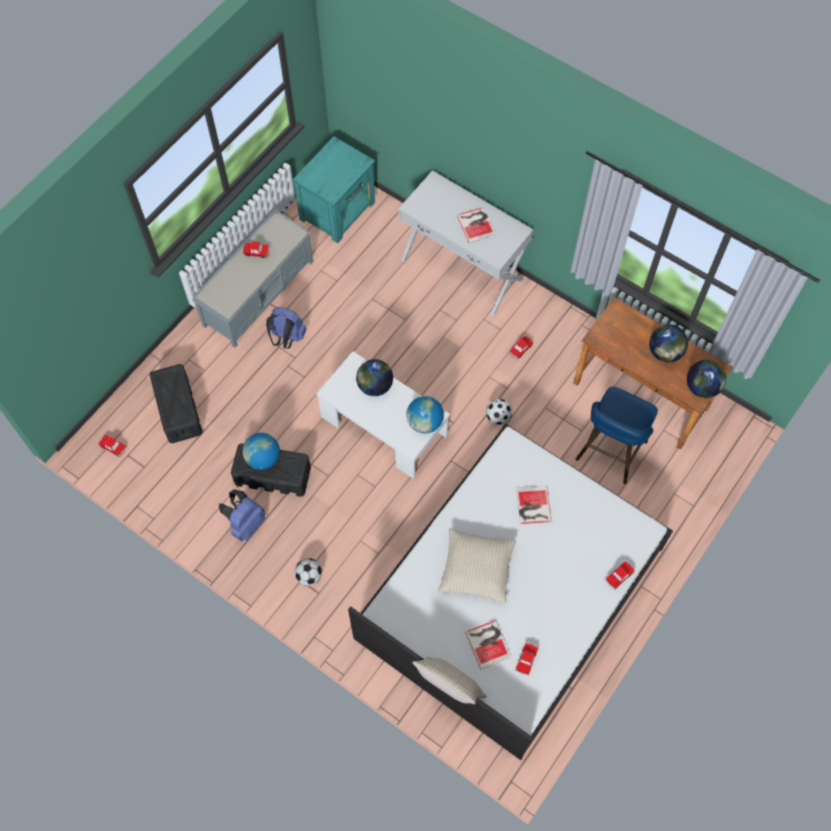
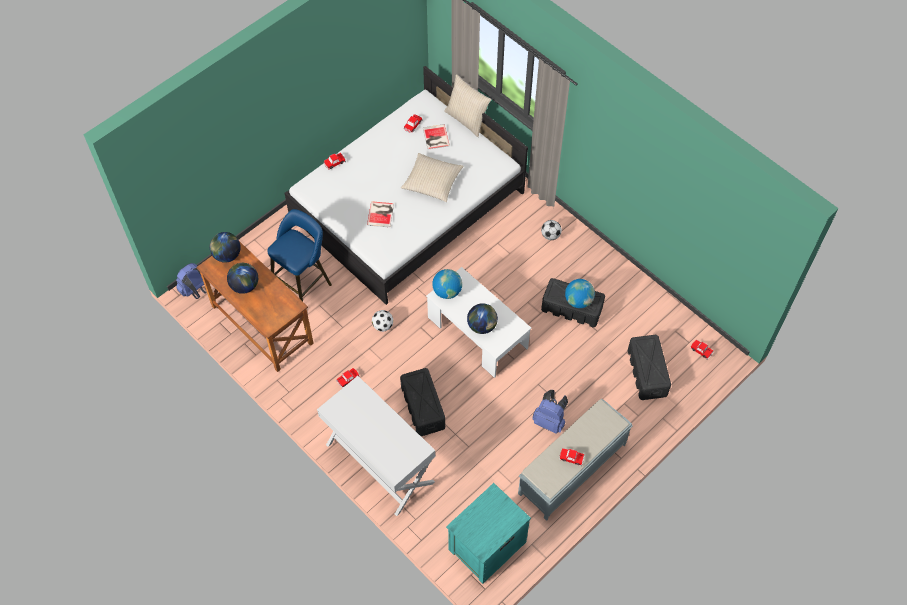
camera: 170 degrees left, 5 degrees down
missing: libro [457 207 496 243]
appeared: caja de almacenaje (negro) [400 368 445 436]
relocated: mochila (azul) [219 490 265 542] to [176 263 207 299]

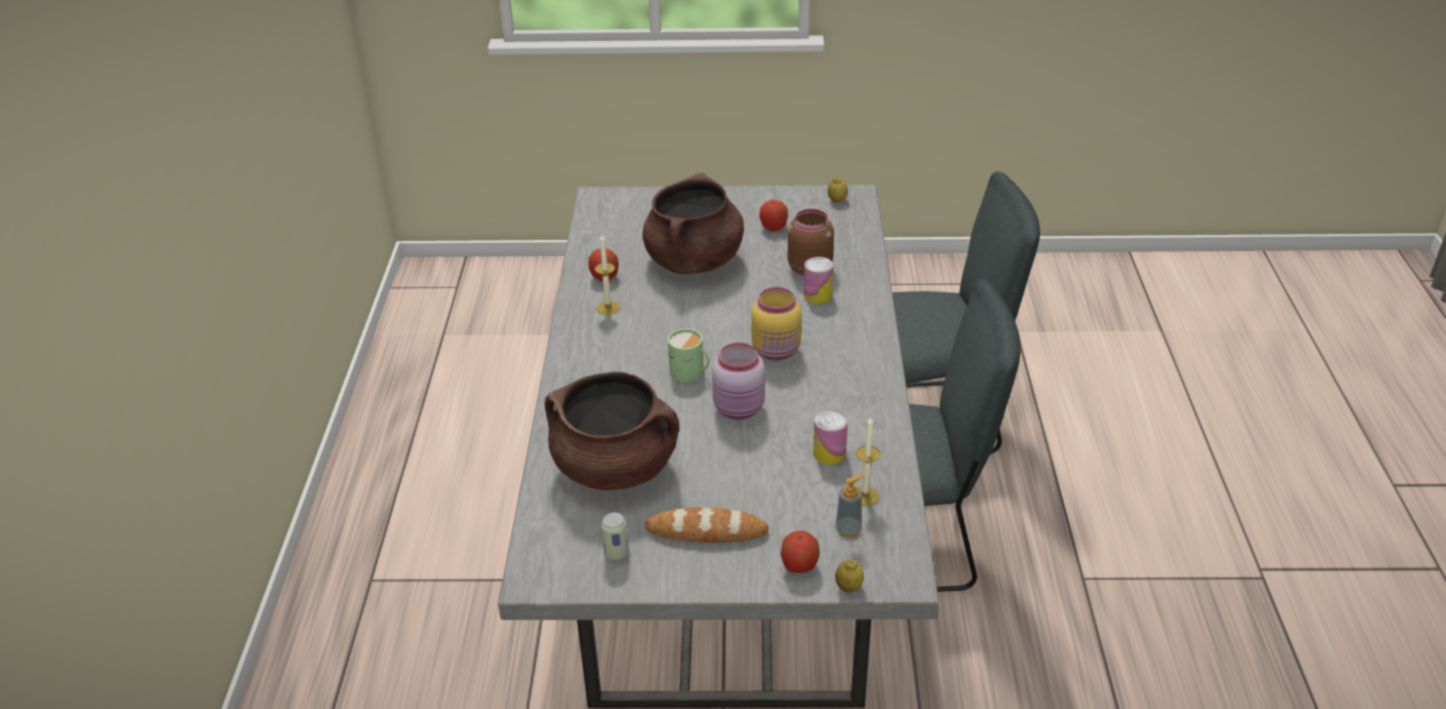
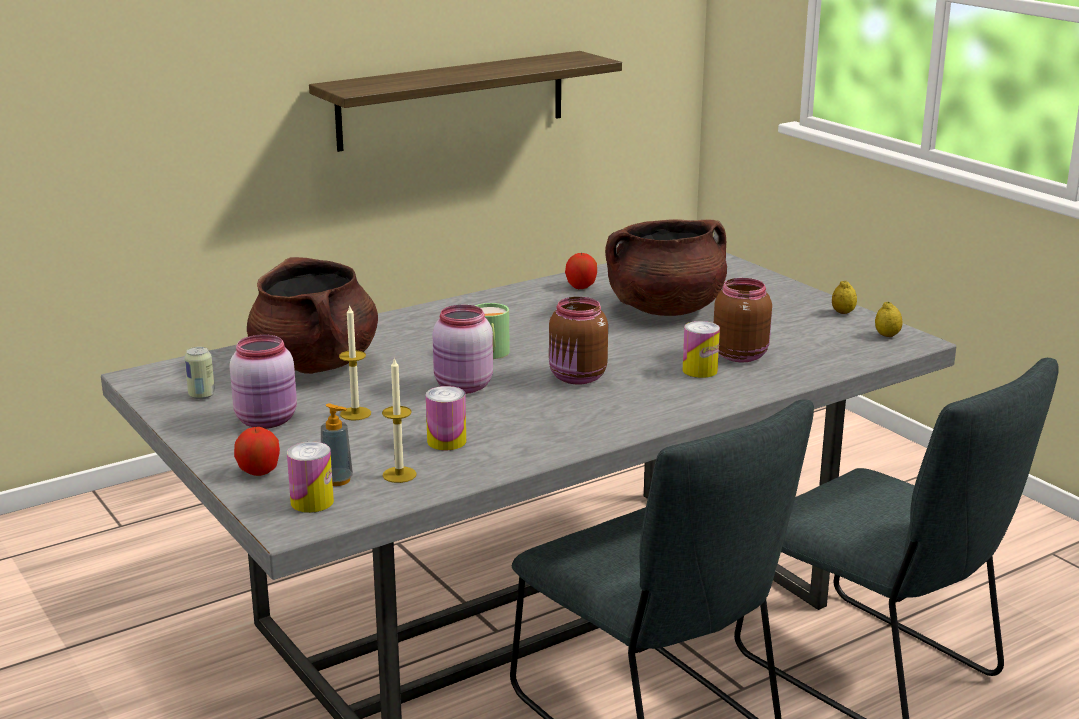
camera: 55 degrees right, 15 degrees down
missing: manzana [760 200 788 231]
appeared: lata [287 442 334 513]; estante [309 51 622 152]
relocated: vela [595 234 620 315] to [339 304 371 420]; limón [835 559 864 593] to [832 281 857 314]
exchanged: pan [645 507 769 543] to tarro (rosa) [230 334 297 429]
colour: tarro (amarillo) [752 287 801 360] to tarro (marrón) [549 297 608 384]

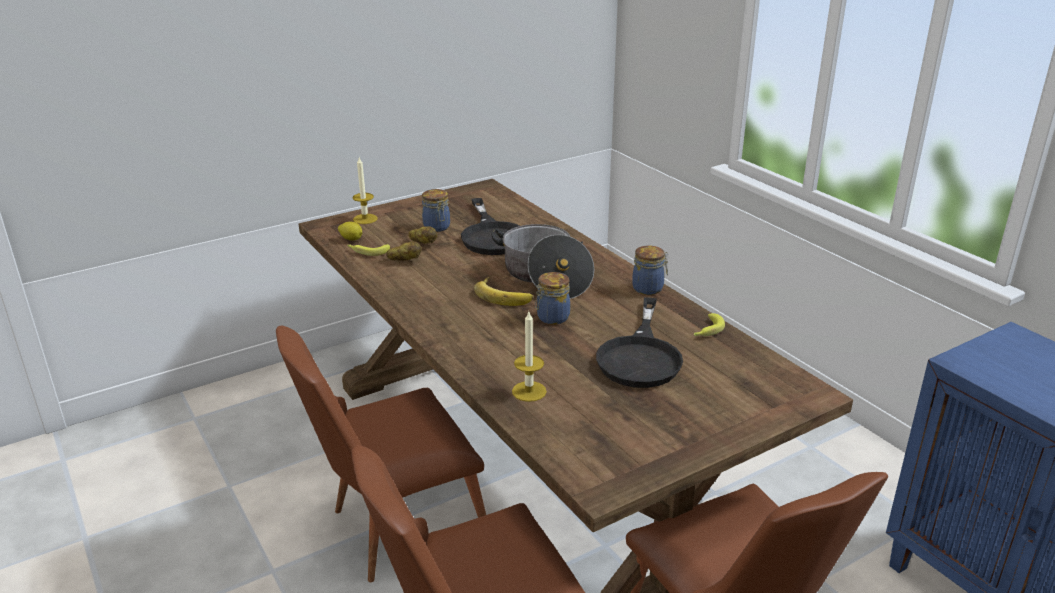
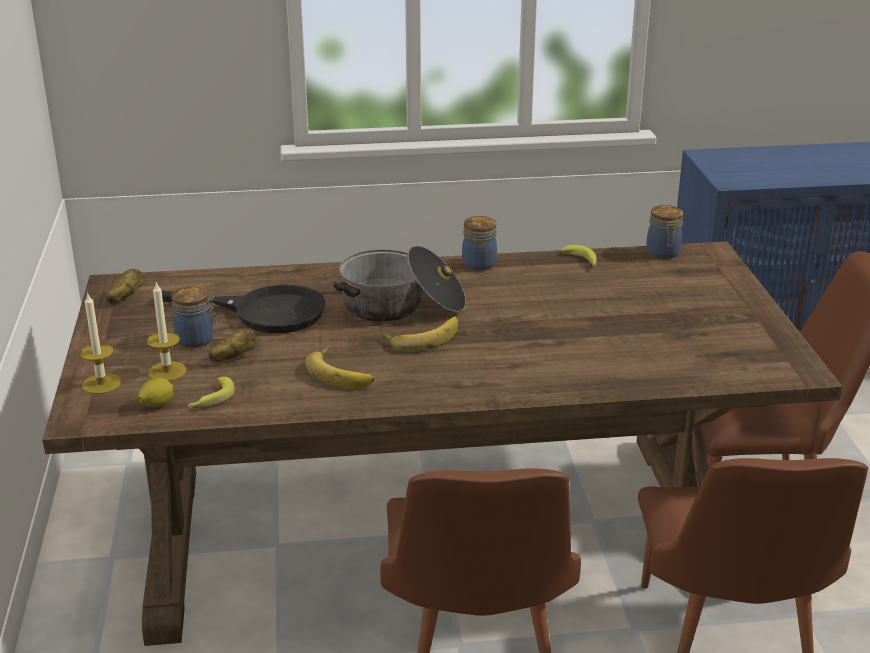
camera: 65 degrees left, 0 degrees up
missing: sartén (negro) [596 297 683 388]
appeared: plátano [305 346 374 389]
relocated: patata [387 241 422 261] to [106 269 144 304]; vela [512 312 547 402] to [147 282 186 381]; tarro [535 272 570 325] to [646 205 683 259]

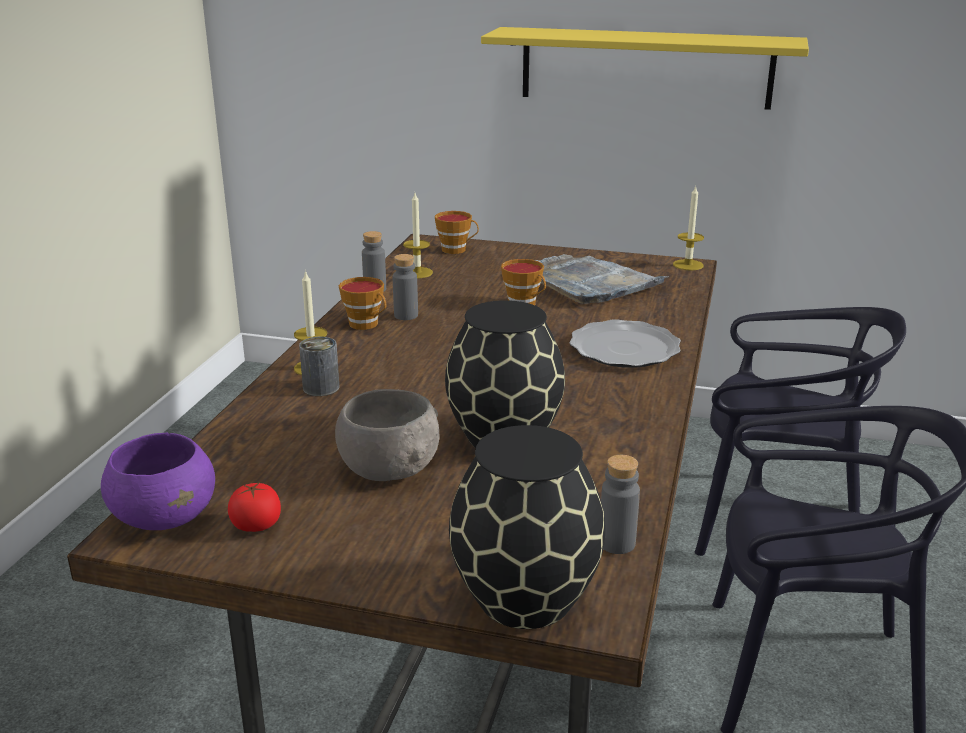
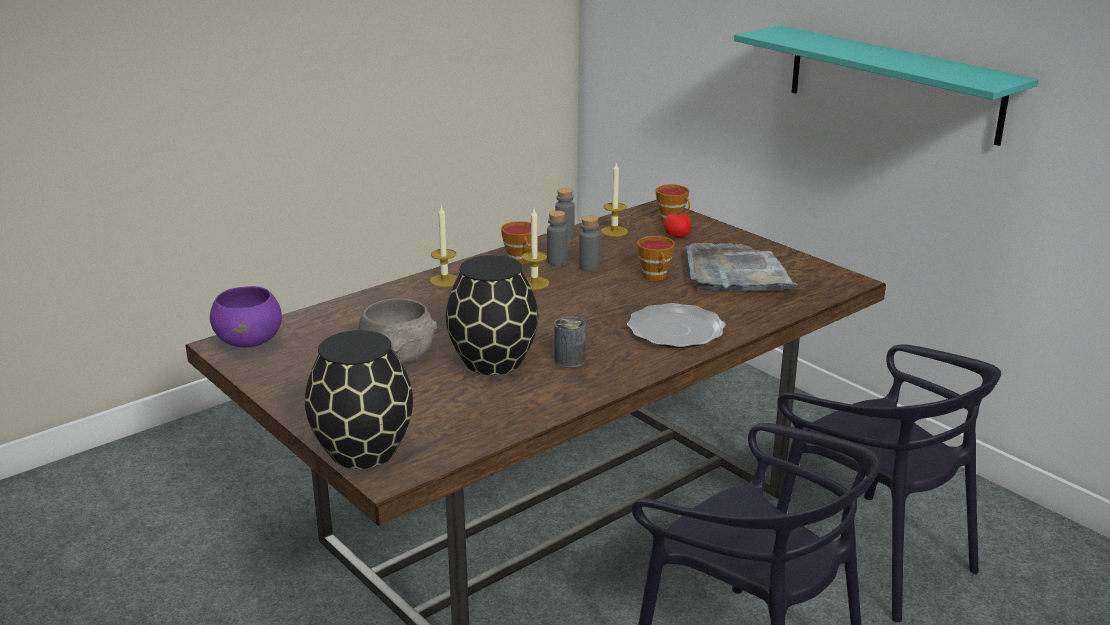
camera: 35 degrees right, 0 degrees up
relocated: tomate [228 481 281 532] to [664 212 692 237]; lata [299 337 340 396] to [554 317 586 368]; botella (gris) [601 455 640 554] to [579 216 600 271]; vela [673 186 704 271] to [522 209 549 290]
colour: estante (amarillo) [481 27 809 110] to estante (turquesa) [734 25 1039 146]

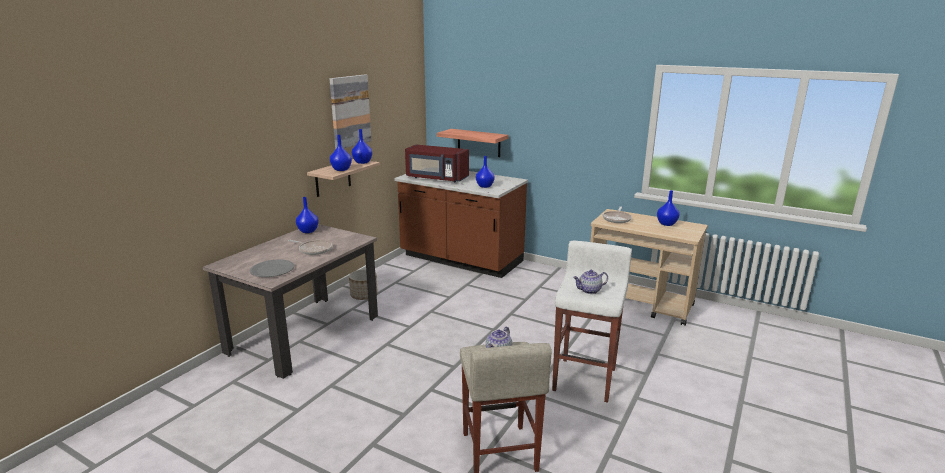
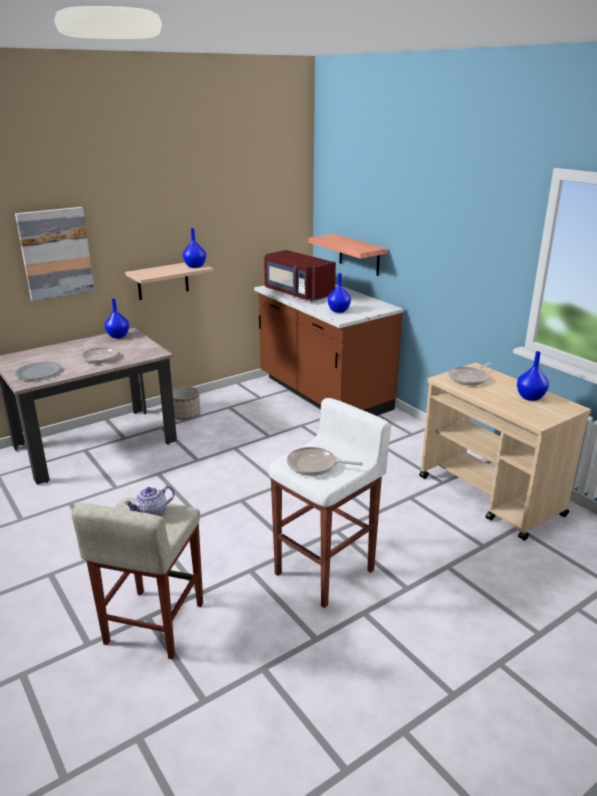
camera: 25 degrees right, 5 degrees up
missing: florero (azul) [330 135 352 171]
relocated: cuadro [330 75 371 149] to [15 207 95 301]
exchanged: tetera [573 270 608 294] to sartén [287 447 363 476]

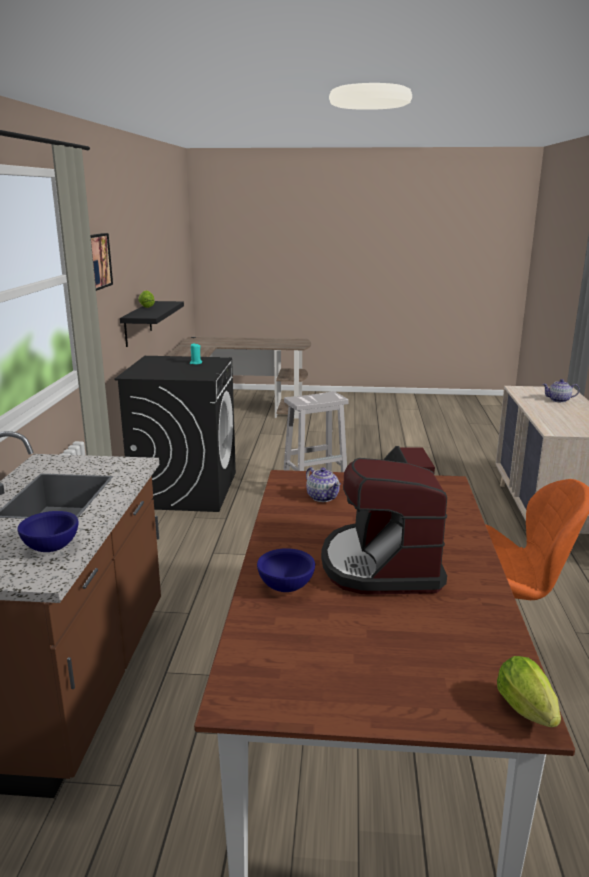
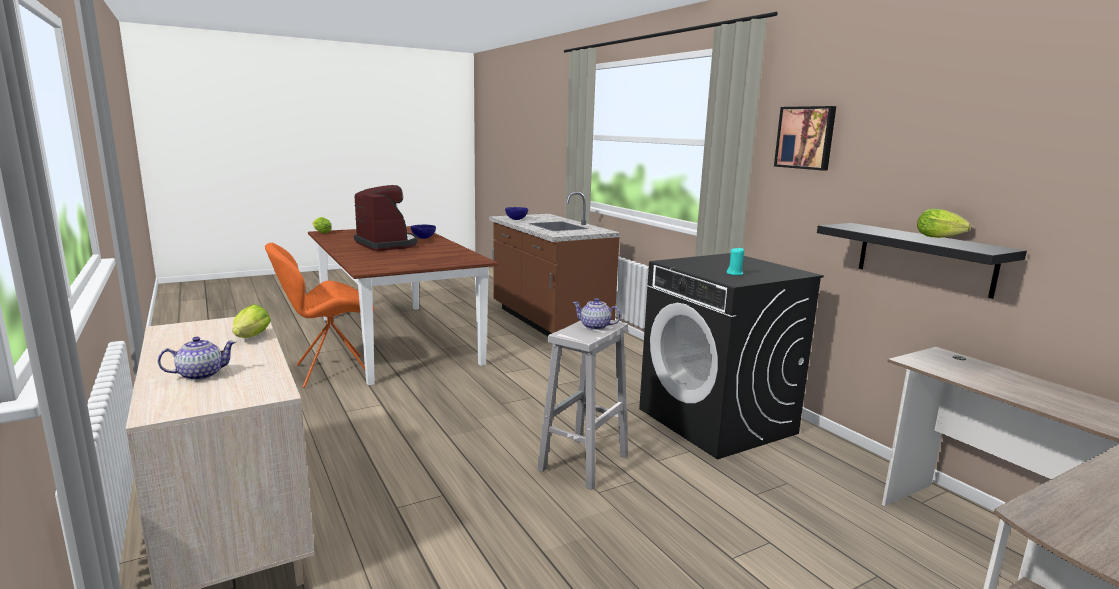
camera: 145 degrees right, 5 degrees down
appeared: lechuga [232 304 271 338]
relocated: tetera [306 467 341 502] to [573 298 621 330]

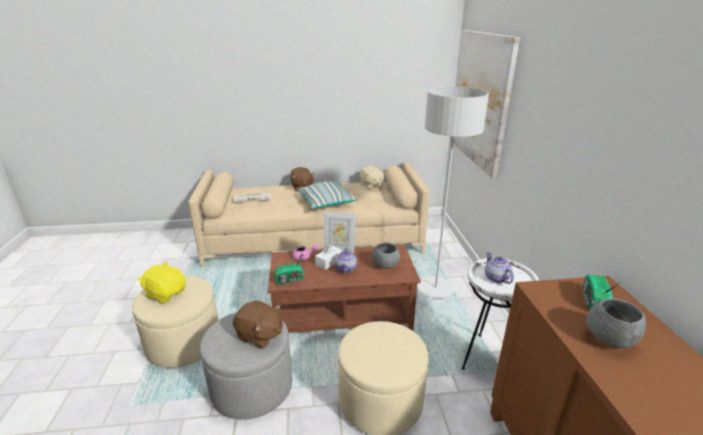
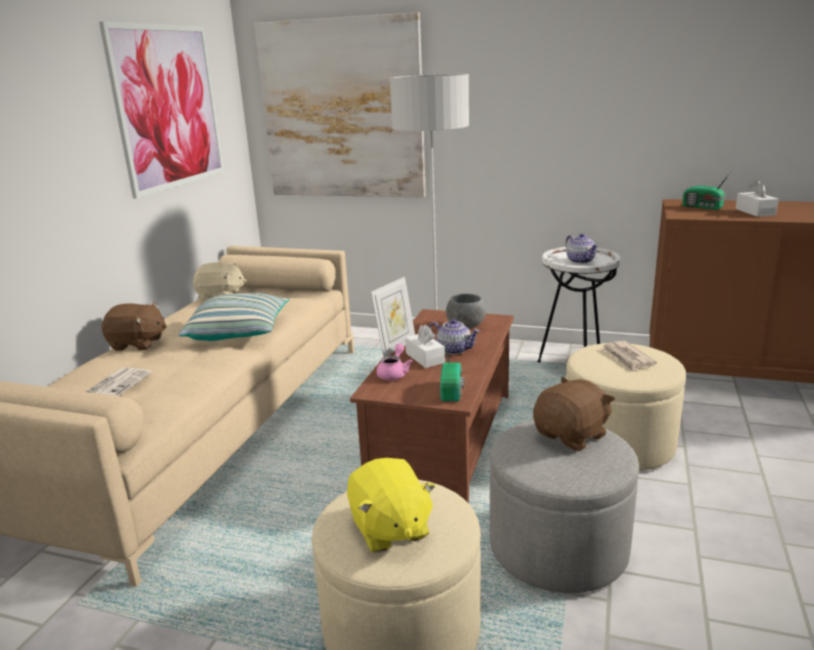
camera: 65 degrees left, 5 degrees down
appeared: cuadro [99 21 224 199]; periódico [601 341 657 372]
exchanged: cuenco (gris) [587 298 646 348] to caja de pañuelos (blanco) [736 180 779 217]
spun: peluche (amarillo) [138 262 186 304] = [347 458 436 553] 75 degrees counterclockwise; tetera [485 252 514 284] = [565 233 599 264] 120 degrees counterclockwise

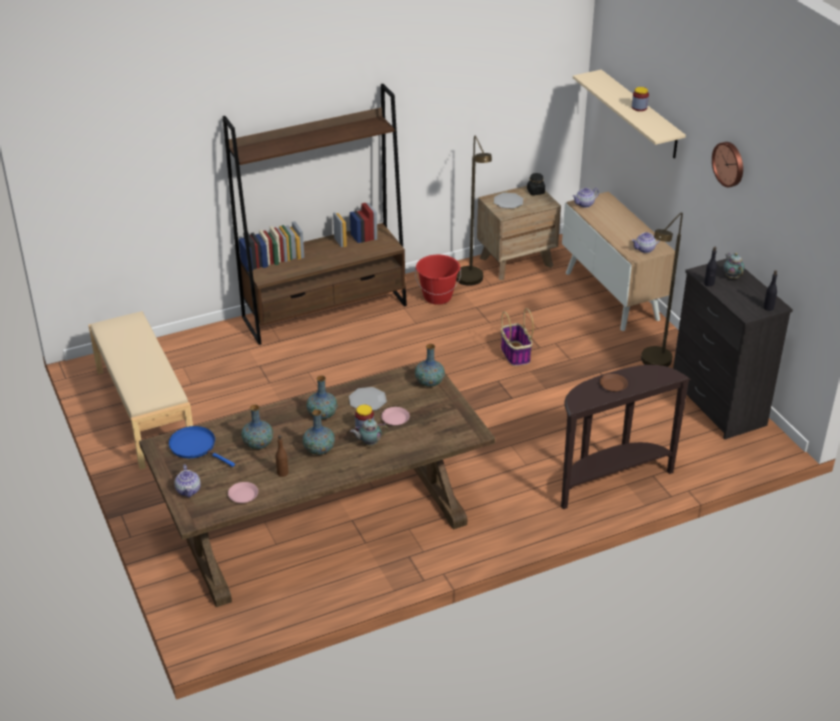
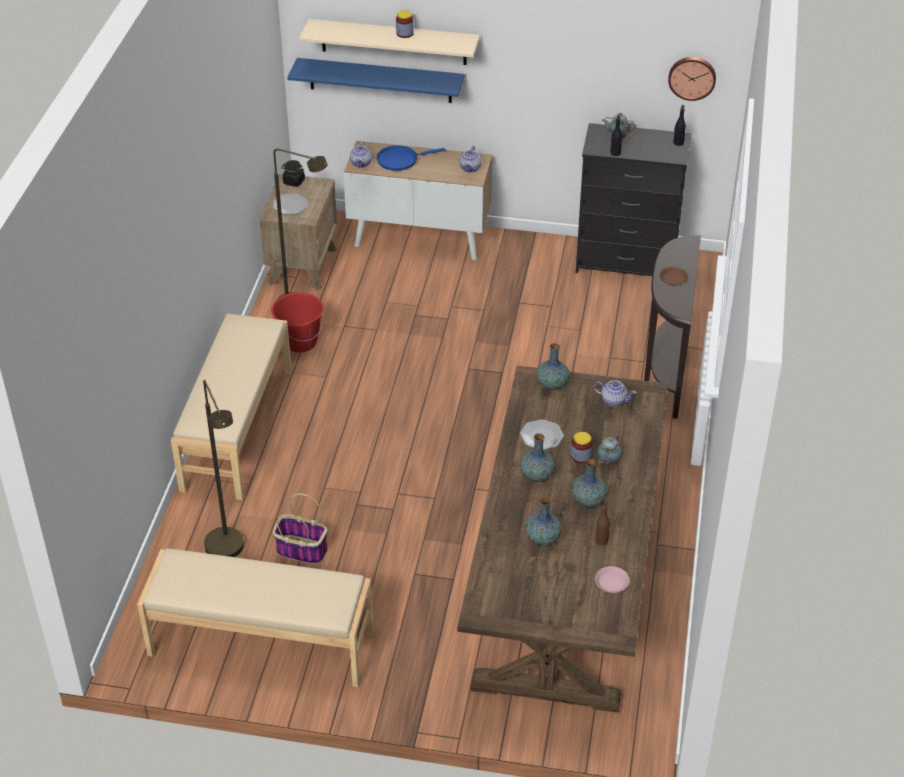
camera: 55 degrees left, 5 degrees up
missing: plato (rosa) [381 407 410 426]
appeared: estante (azul) [287 58 465 103]
relocated: sartén (azul) [168 426 235 467] to [377 145 445 171]; tetera [174 464 201 497] to [594 380 636 407]; cesta [501 308 534 366] to [273 493 328 564]; lámpara de pie (marrón) [641 212 683 367] to [203 380 244 557]; reloj de pared [712 142 743 187] to [668 57 716 101]
exchanged: estantería (marrón) [223 84 407 345] to banco (beis) [171 314 292 500]

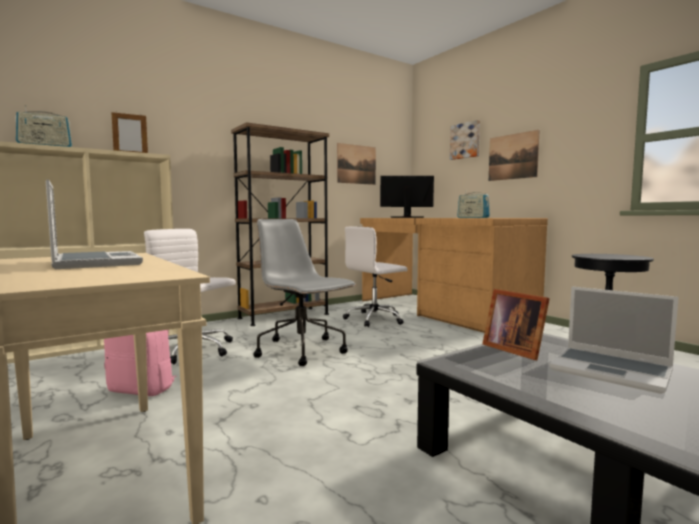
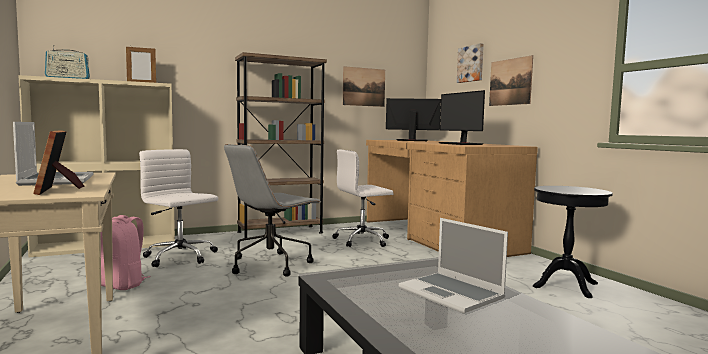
camera: 10 degrees right, 0 degrees up
relocated: portarretratos [482 289 550 360] to [33 130 84 195]
exchanged: radio [457 190 490 218] to monitor [439 90 485 145]
spun: silla de oficina (gris) [253 219 356 366] = [224 144 321 277] 105 degrees counterclockwise

